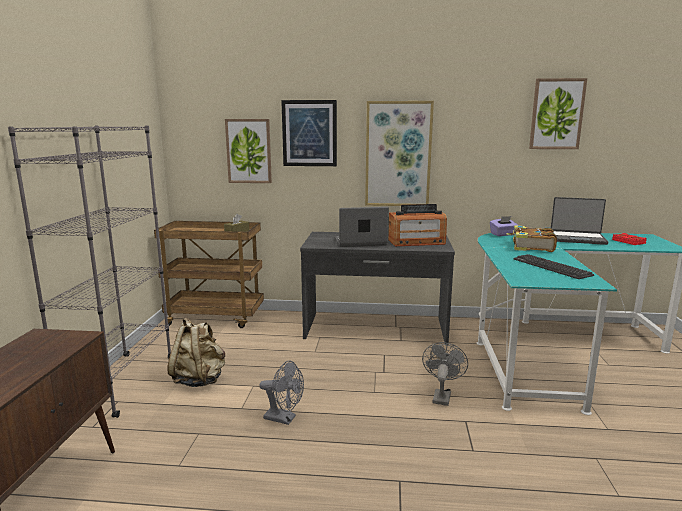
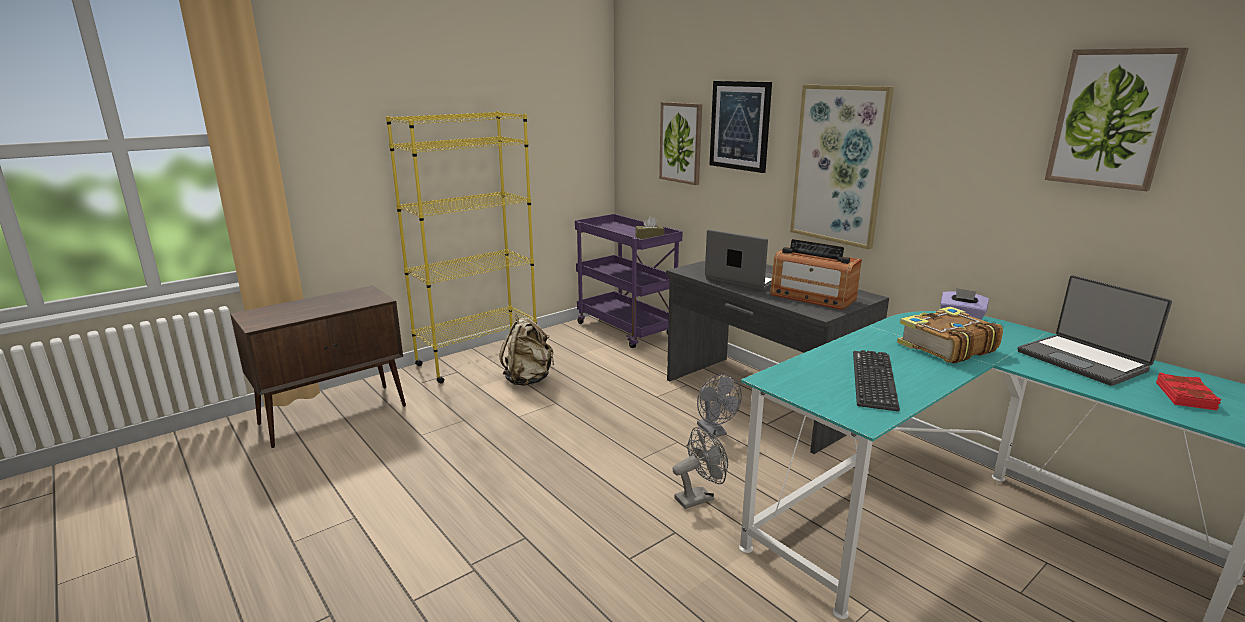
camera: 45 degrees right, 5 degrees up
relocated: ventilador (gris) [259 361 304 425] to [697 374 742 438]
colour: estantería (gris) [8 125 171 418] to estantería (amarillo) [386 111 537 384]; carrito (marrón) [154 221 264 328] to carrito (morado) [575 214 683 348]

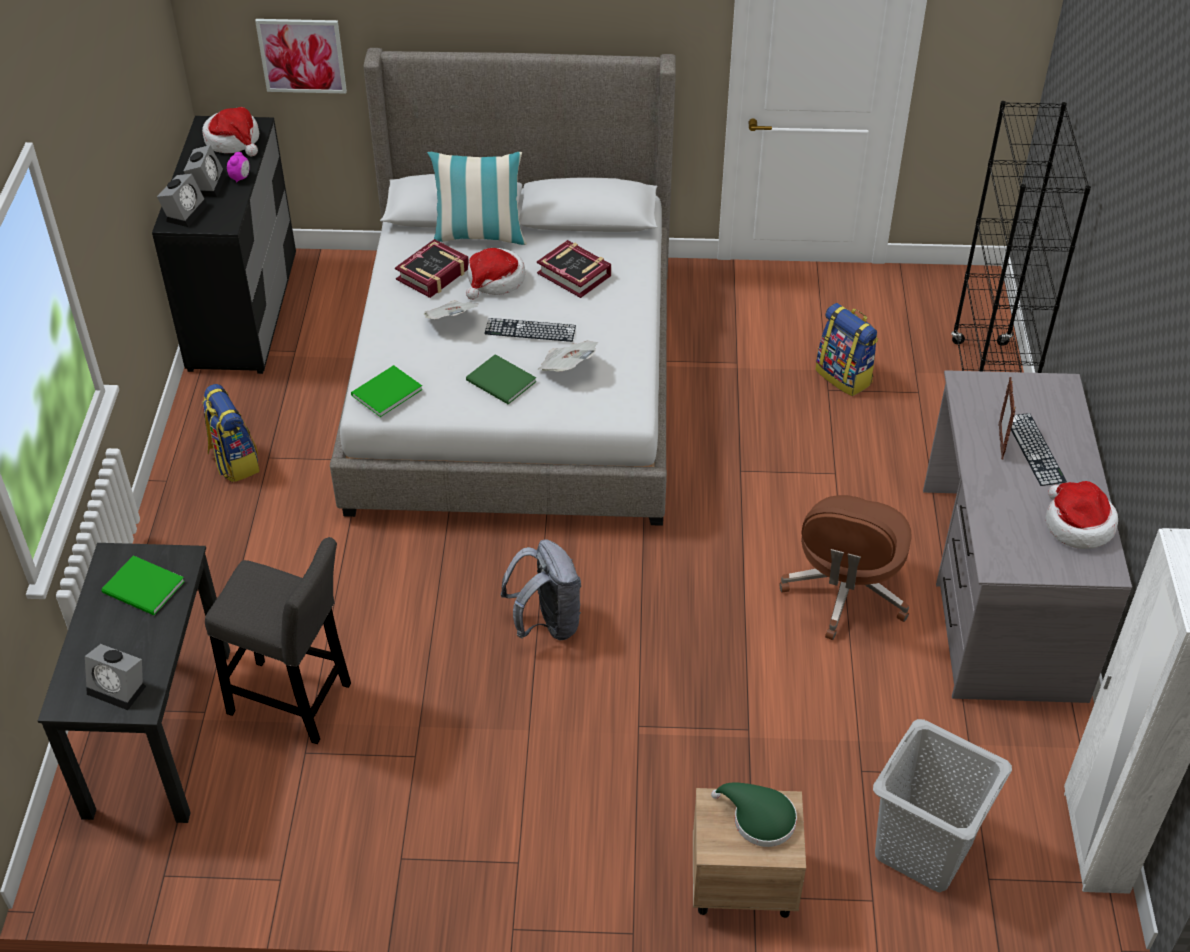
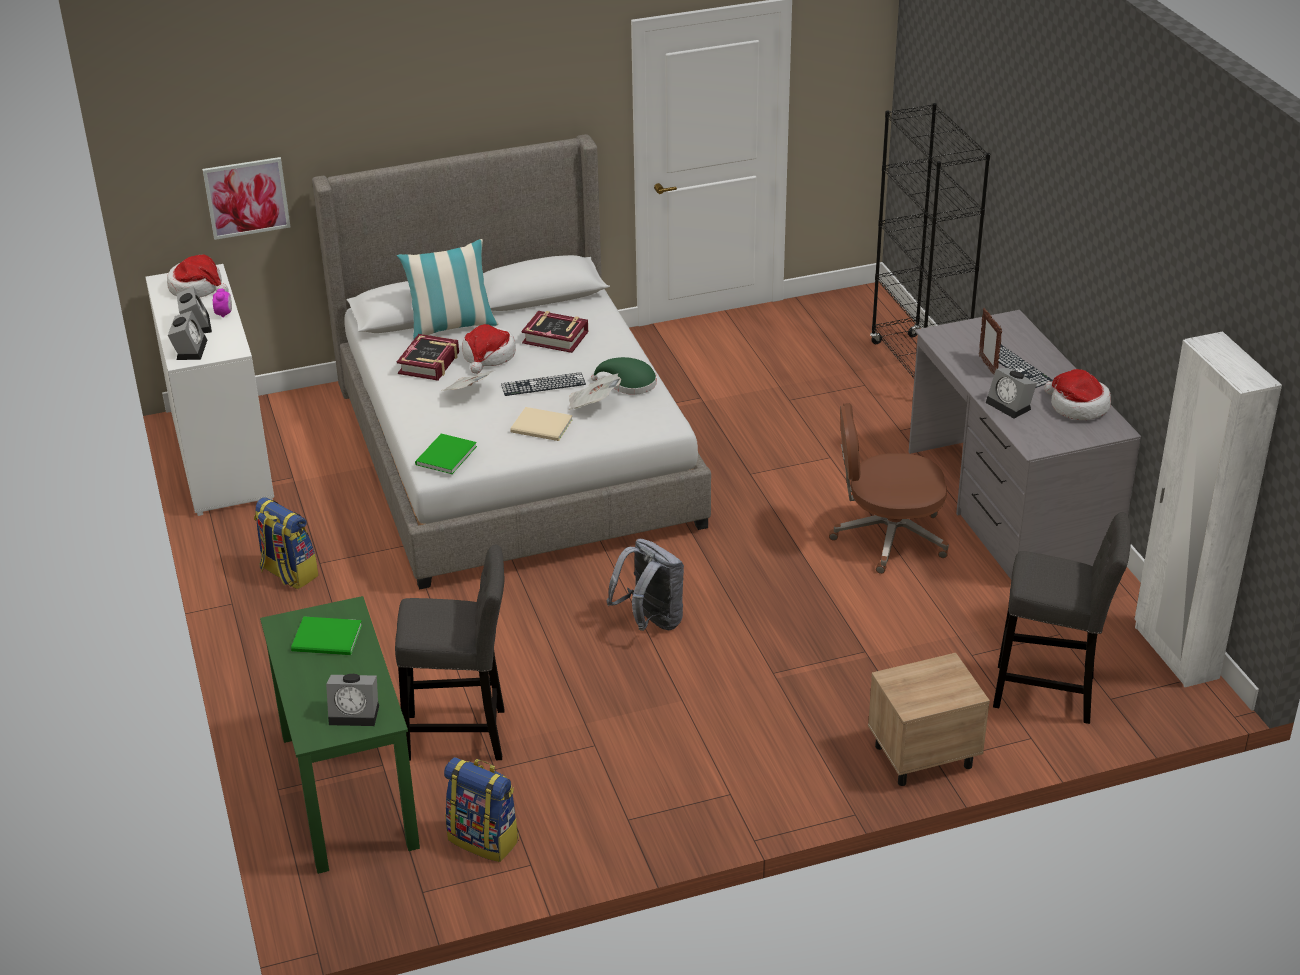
camera: 20 degrees left, 10 degrees down
appeared: despertador [986 368 1037 419]
relocated: sombrero (verde) [711 782 797 847] to [591 357 657 395]; mochila [815 303 878 396] to [444 757 519 862]
exchanged: cesto de la ropa (gris) [873 719 1012 893] to taburete (gris) [993 512 1131 724]
colour: escritorio (negro) [38 543 230 823] to escritorio (verde) [260 596 420 874]; cómoda (negro) [152 116 296 374] to cómoda (blanco) [145 264 274 516]; libro (verde) [466 354 537 404] to libro (beis) [510 407 573 441]
spun: silla de oficina (marrón) [780 495 912 640] = [829 403 949 574] 90 degrees clockwise

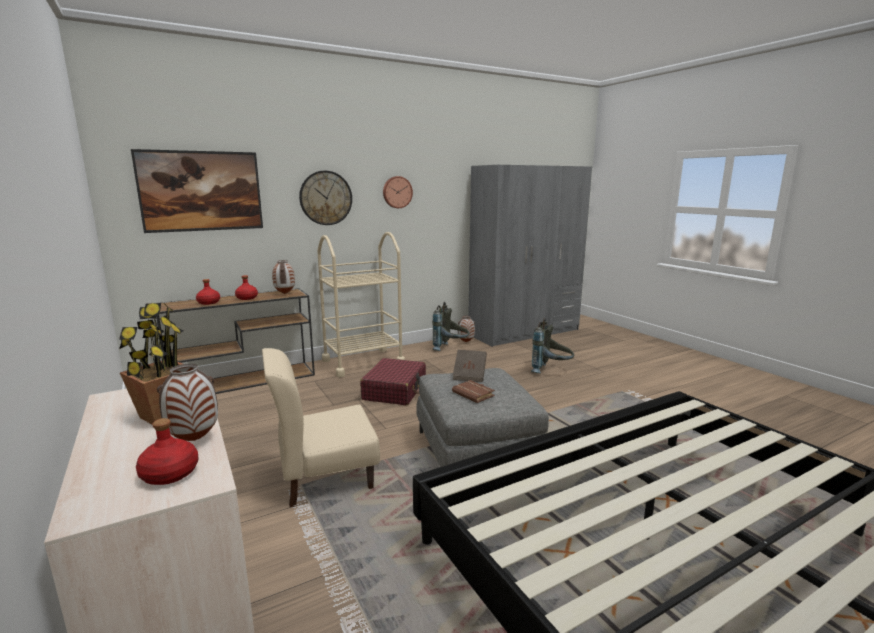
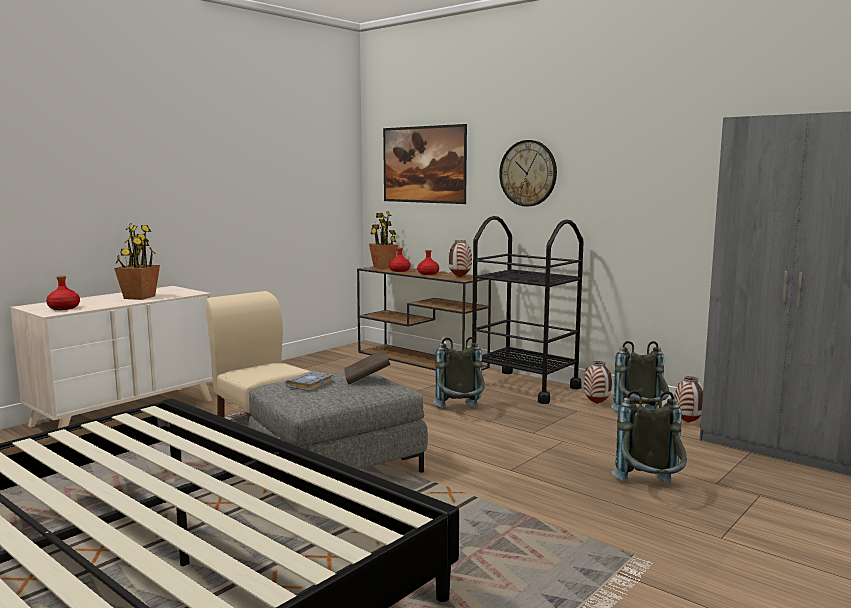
camera: 70 degrees right, 5 degrees down
missing: reloj de pared [383 176 413 208]
appeared: planta en maceta [369 211 398 269]
relocated: florero [157 364 218 441] to [584 361 612 404]
exchanged: maleta (rojo) [360 358 426 405] to mochila (gris) [433 337 485 408]
colour: carrito (beis) [317 232 405 377] to carrito (negro) [472 216 584 404]; libro (marrón) [452 380 495 403] to libro (gris) [286 371 334 391]

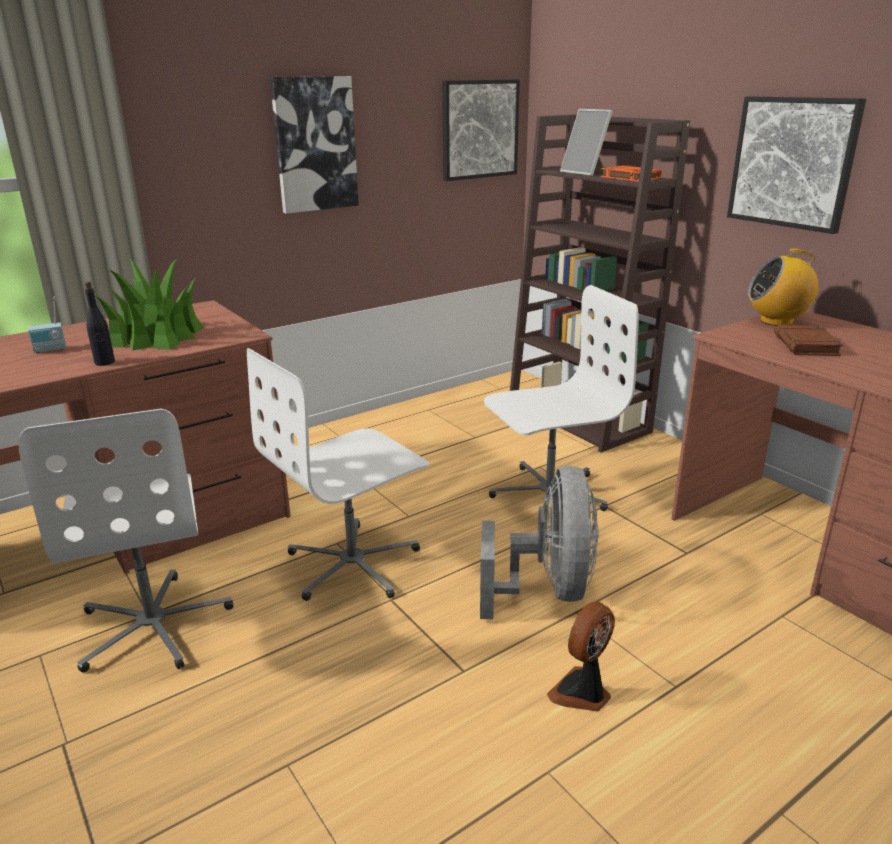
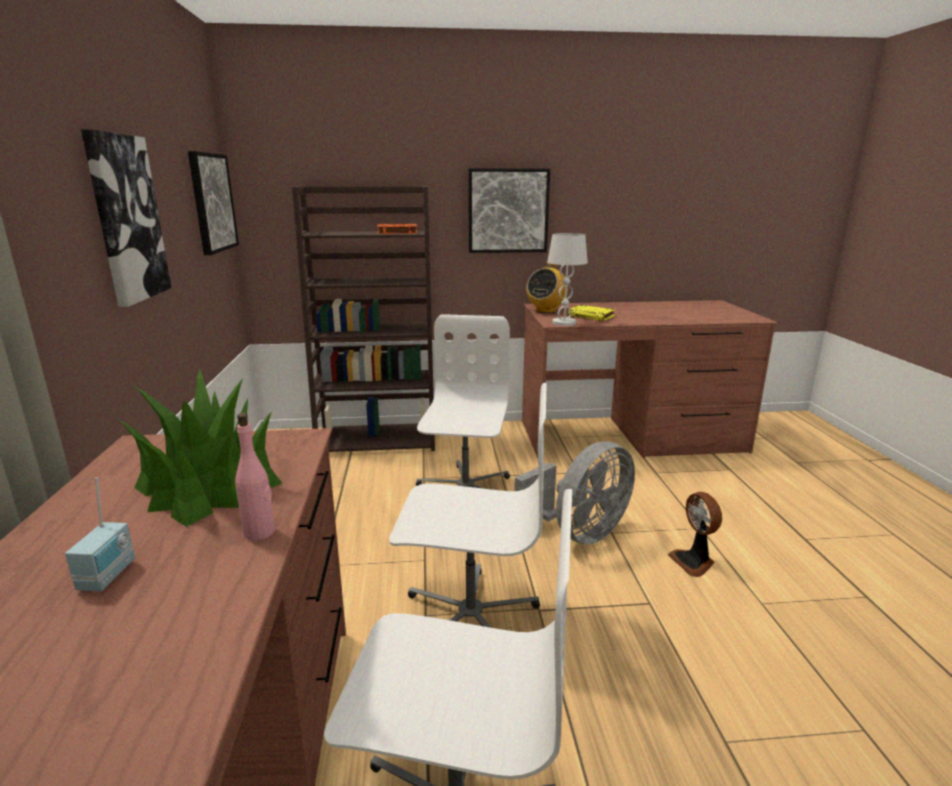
camera: 60 degrees left, 5 degrees down
missing: portarretratos [560 109 613 176]
appeared: lámpara de mesa (blanco) [547 233 588 326]
colour: botella (negro) [85 281 115 366] to botella (rosa) [235 413 275 541]; libro (marrón) [774 325 843 356] to libro (amarillo) [568 305 616 321]
spun: silla de oficina (blanco) [247 348 429 601] = [389 383 547 628] 75 degrees counterclockwise; ventilador (gris) [480 466 599 619] = [514 441 635 544] 105 degrees clockwise

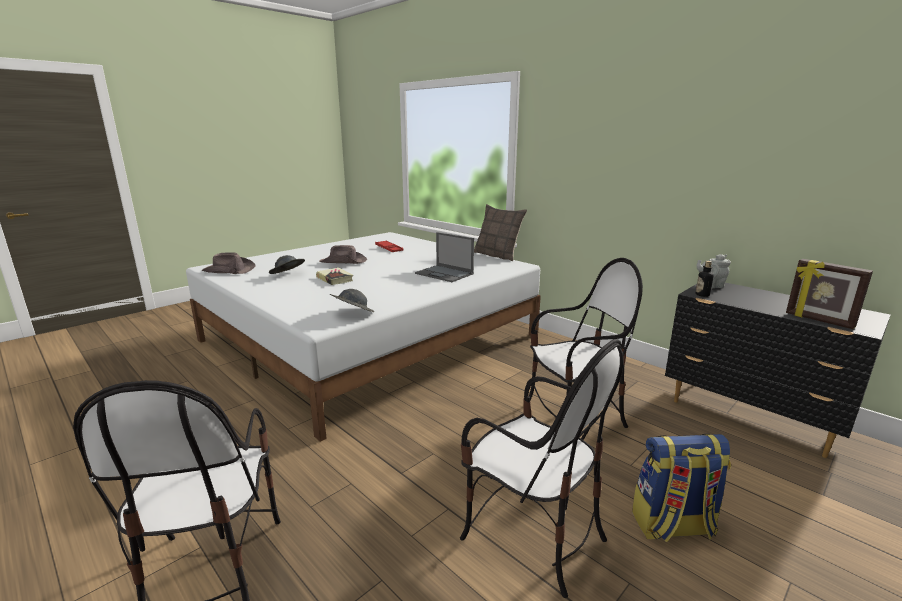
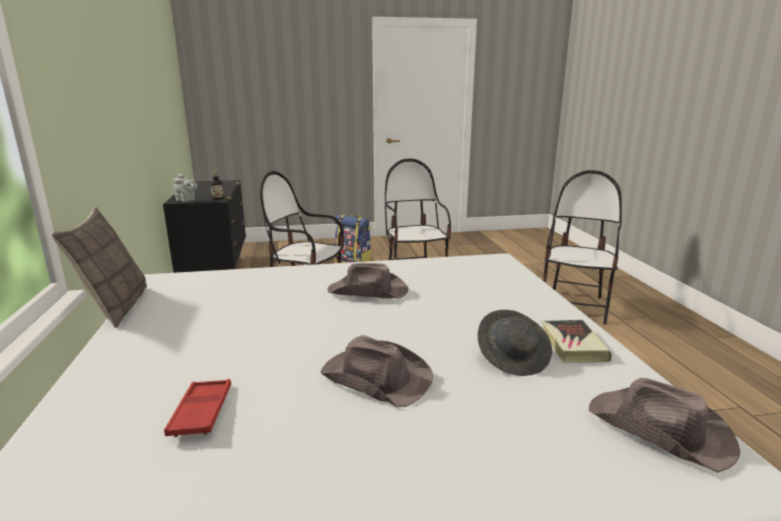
camera: 145 degrees left, 0 degrees up
missing: sombrero (gris) [330 289 374 312]; portátil [415 232 474 282]; portarretratos [786 259 873 329]
appeared: sombrero (marrón) [327 263 408 299]
relocated: libro [316 268 353 285] to [541 320 612 363]

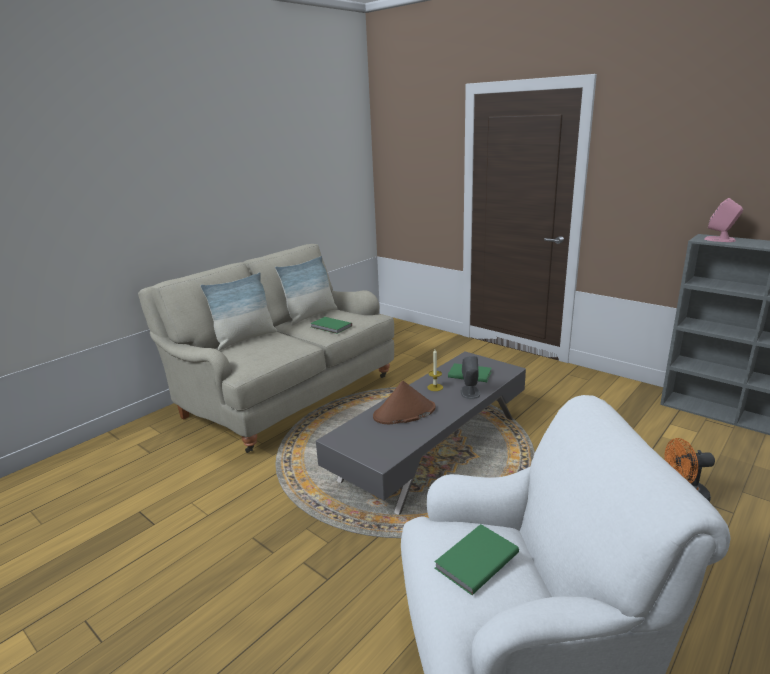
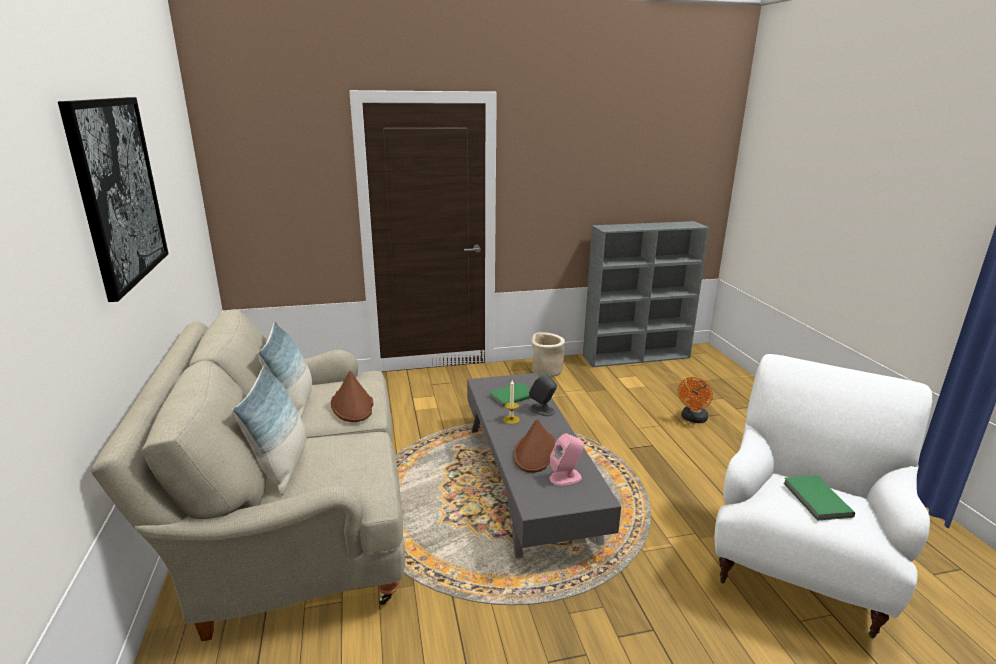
camera: 55 degrees left, 0 degrees up
appeared: cuadro [58 97 169 302]; maceta (beis) [531 332 565 377]
relocated: altavoz (rosa) [704 198 743 242] to [549 433 584 486]
exchanged: libro (verde) [310 317 352 334] to sombrero (marrón) [331 371 374 422]

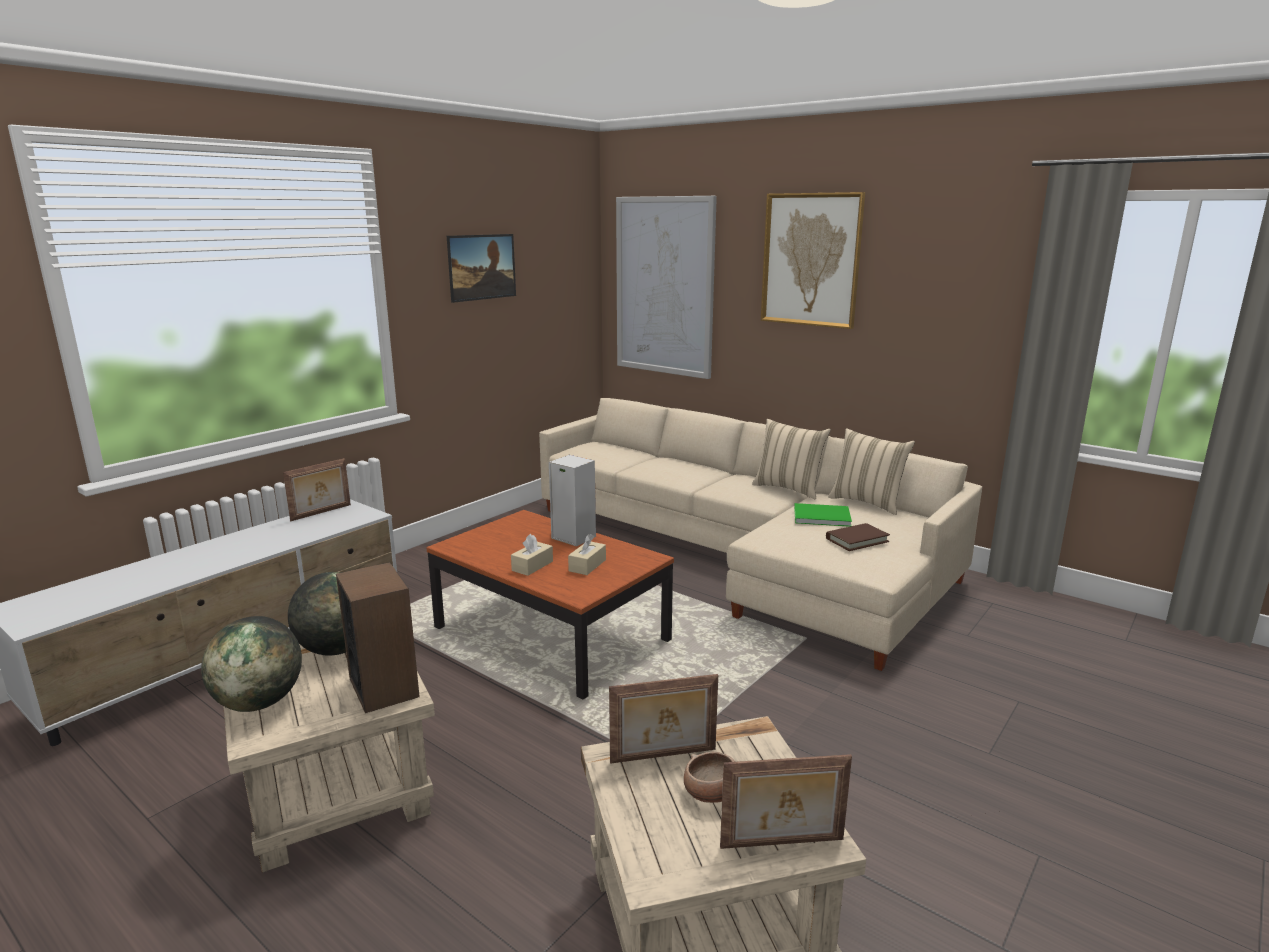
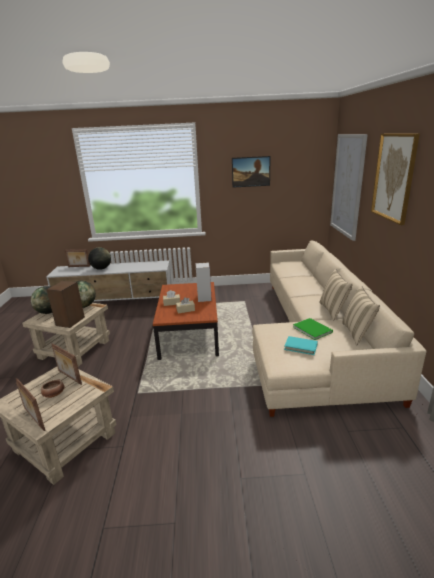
camera: 50 degrees right, 5 degrees up
appeared: globo terráqueo [88 247 111 270]
relocated: portarretratos [283 458 351 521] to [65 249 91 267]
colour: libro (marrón) [826 523 890 551] to libro (turquesa) [284 336 318 355]

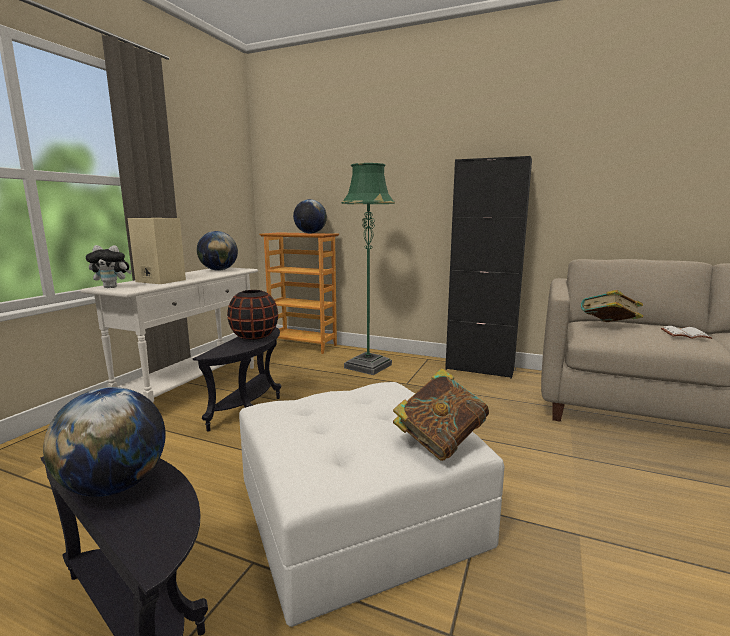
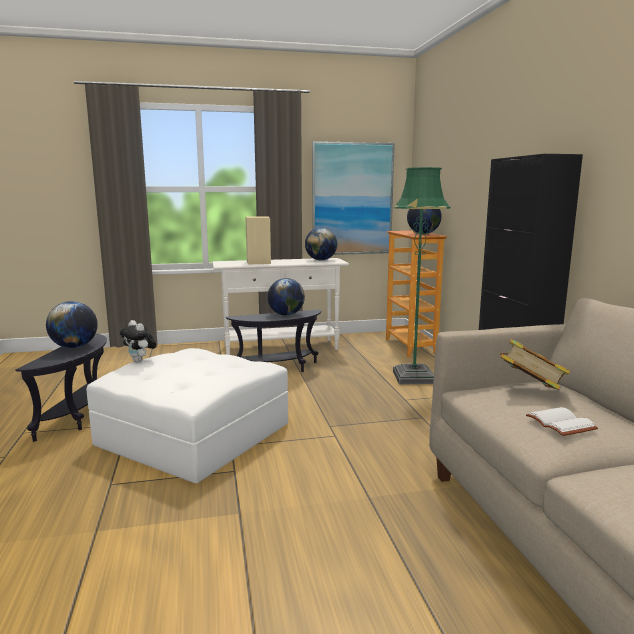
camera: 55 degrees right, 0 degrees up
missing: libro [393 368 489 461]
appeared: cuadro [312 141 395 255]
relocated: peluche [86 245 132 288] to [120 320 157 363]
exchanged: florero (negro) [227 290 278 340] to globo terráqueo [267 278 305 316]

